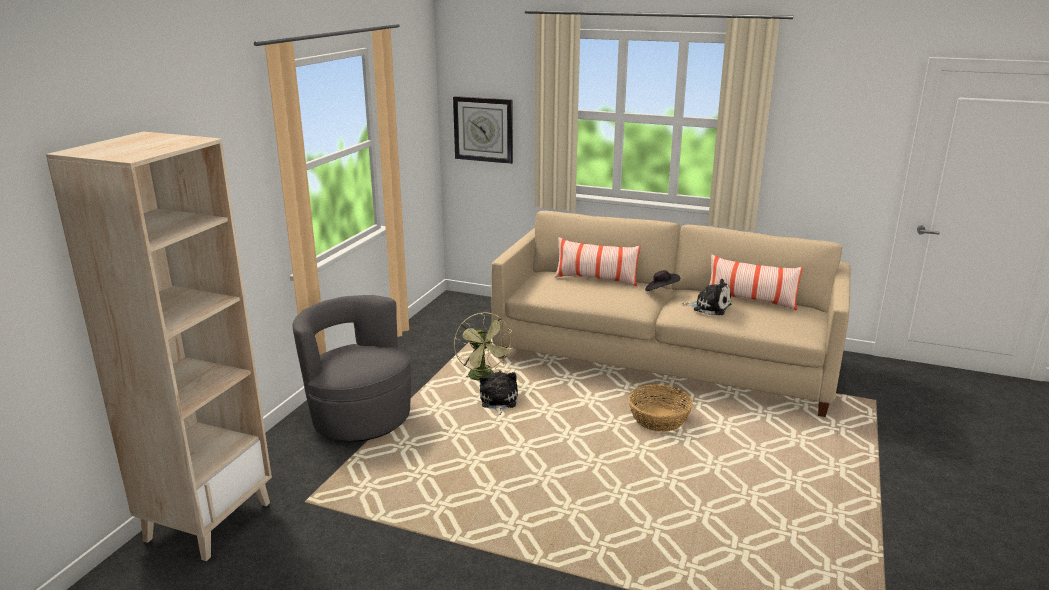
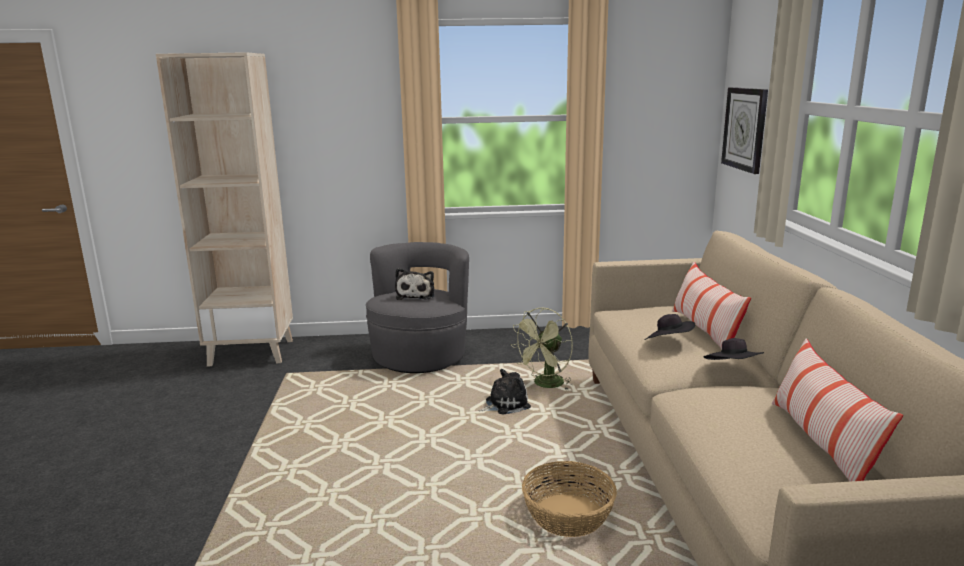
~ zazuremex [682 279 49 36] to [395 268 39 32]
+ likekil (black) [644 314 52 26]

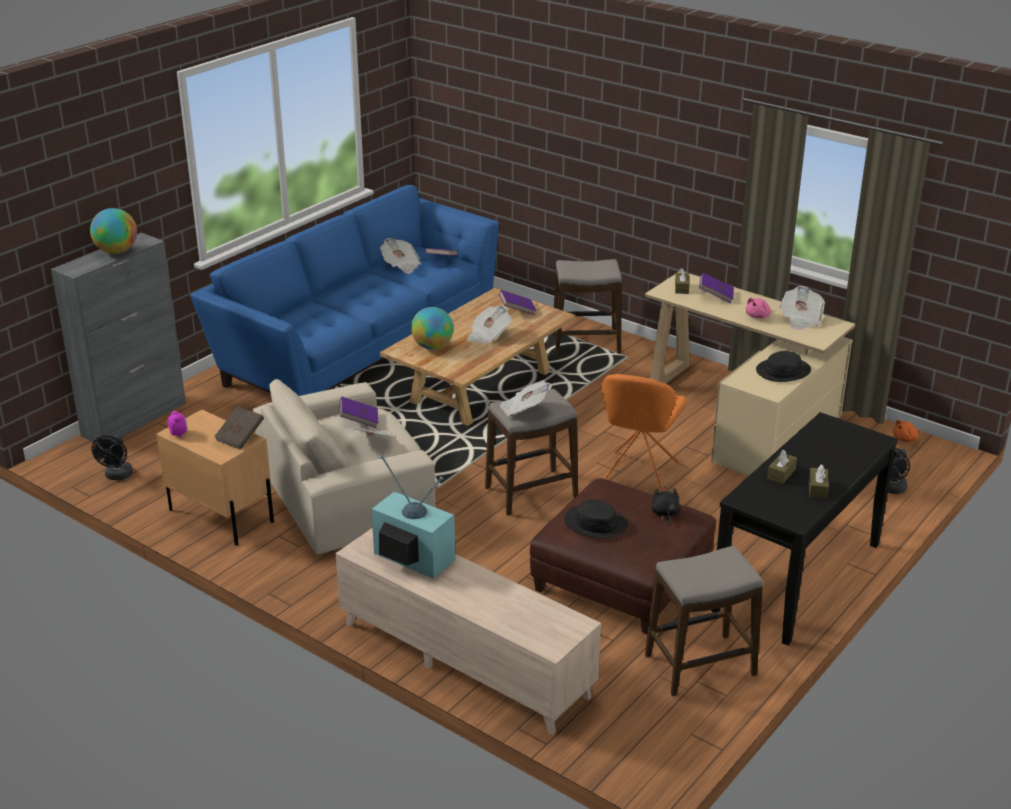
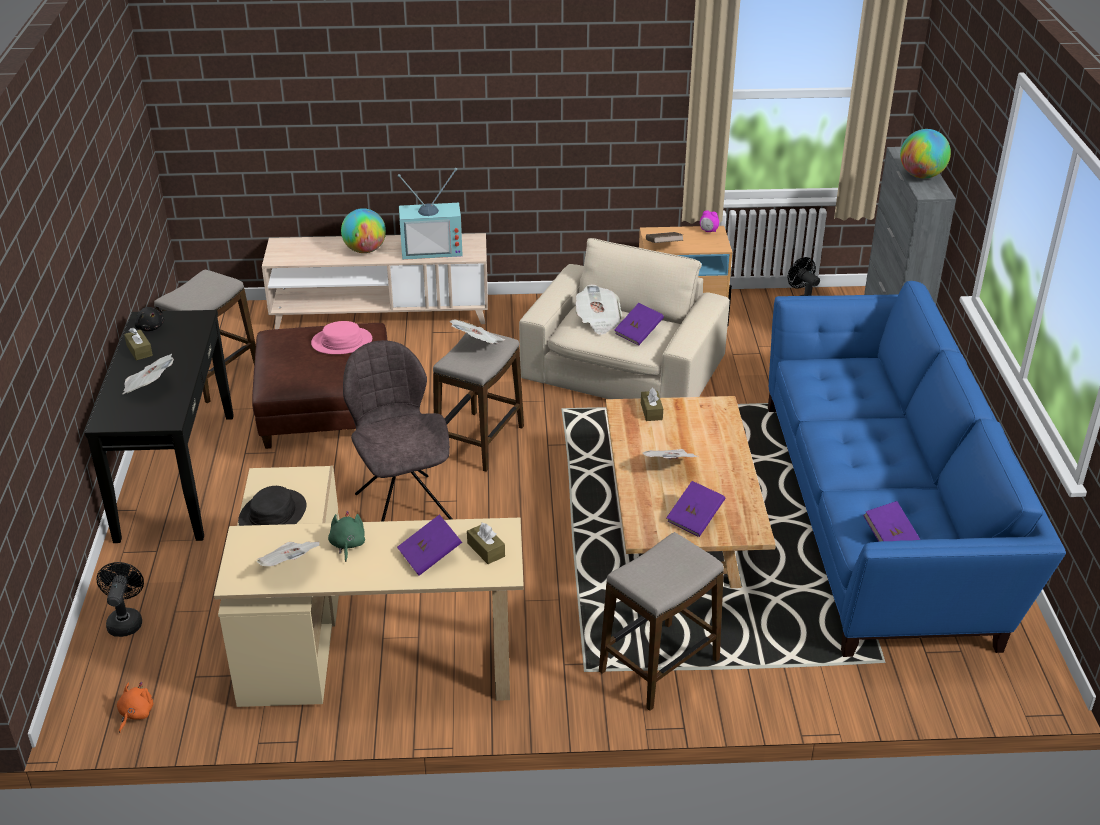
~ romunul [380 238 41 36] to [122 354 52 41]
~ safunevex [411 307 43 43] to [341 208 45 45]
~ likekil (black) [564 500 64 39] to likekil (pink) [311 321 61 33]
~ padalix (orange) [602 374 84 118] to padalix (grey) [343 340 109 182]
~ zazuremex (black) [651 486 30 40] to [134 306 30 25]
~ zazuremex (pink) [746 297 25 22] to zazuremex (green) [328 511 37 51]
~ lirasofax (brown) [767 450 30 34] to [641 388 22 33]

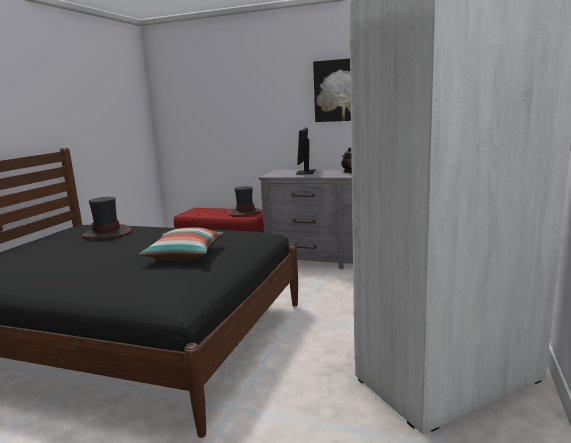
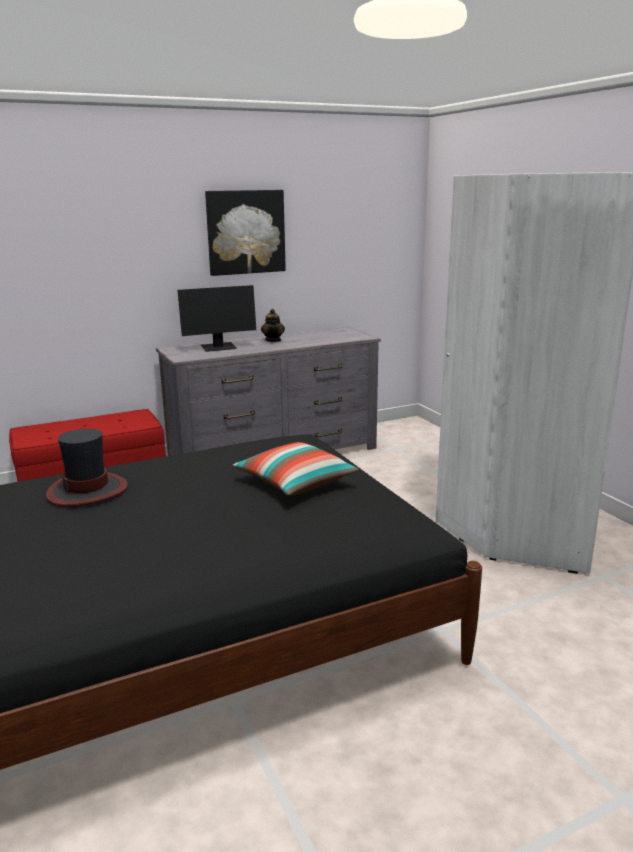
- likekil [229 186 33 31]
~ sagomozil [296 127 20 48] = [177 285 79 67] 75 degrees counterclockwise

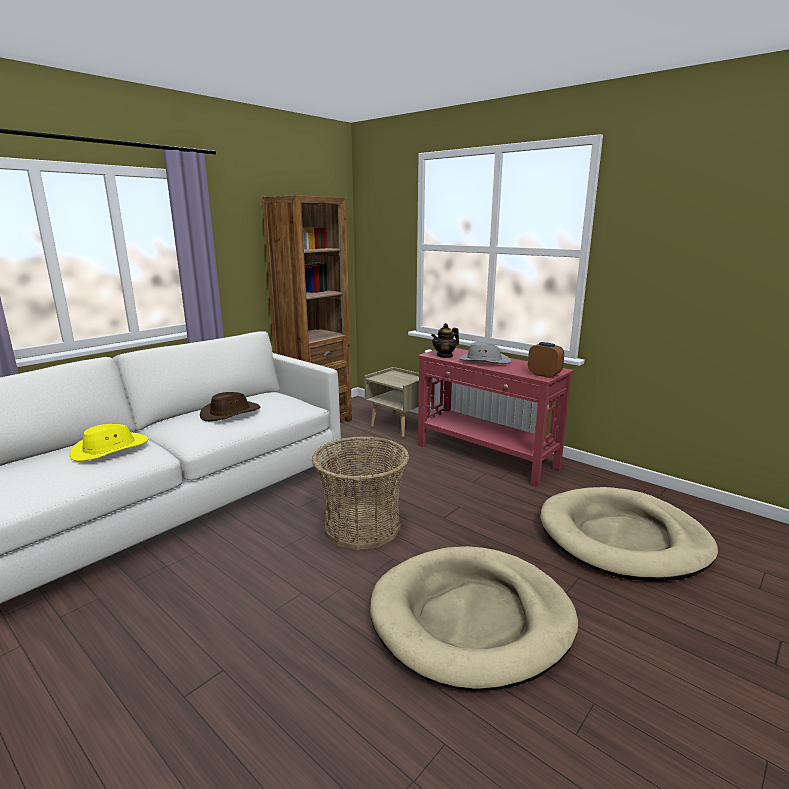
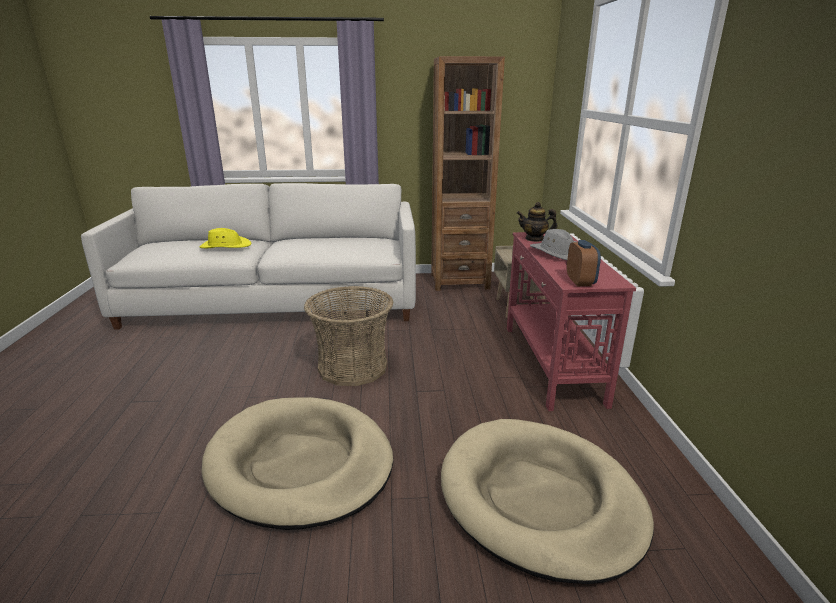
- likekil (brown) [200 392 60 29]

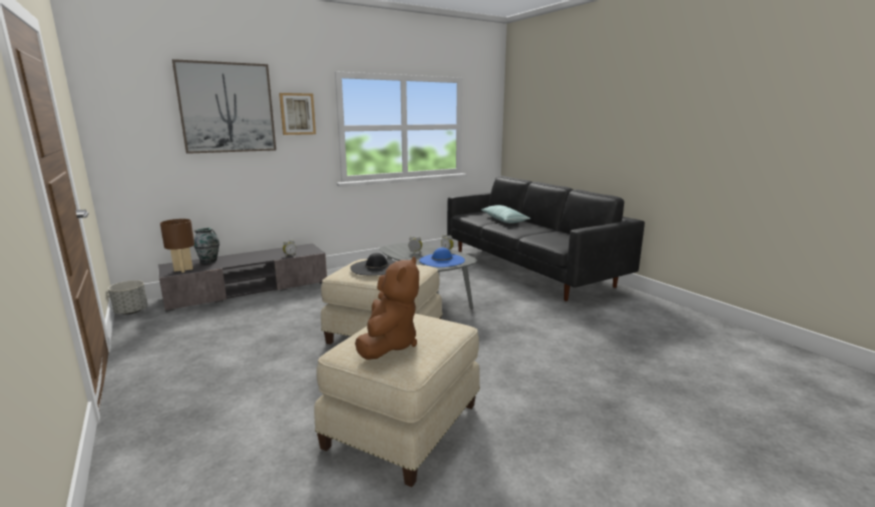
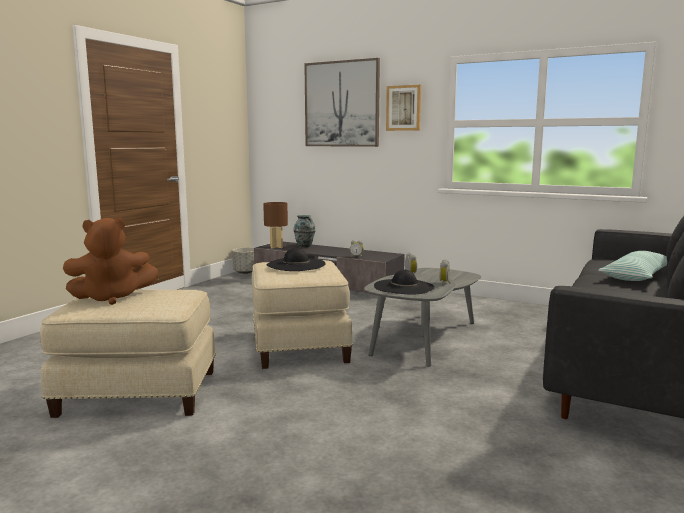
~ likekil (blue) [419 248 46 19] to likekil (black) [374 270 61 25]

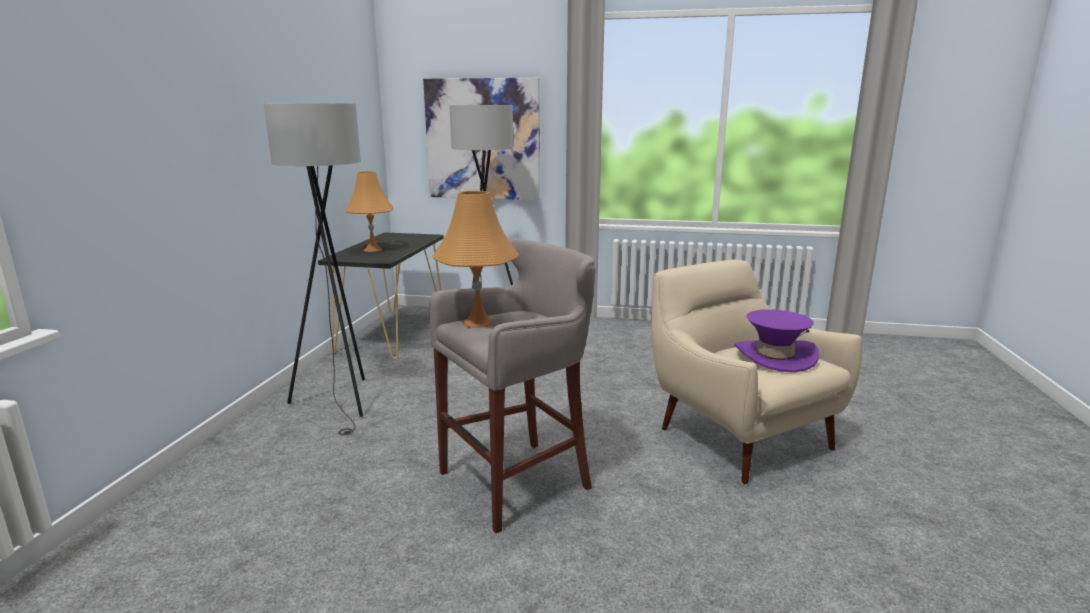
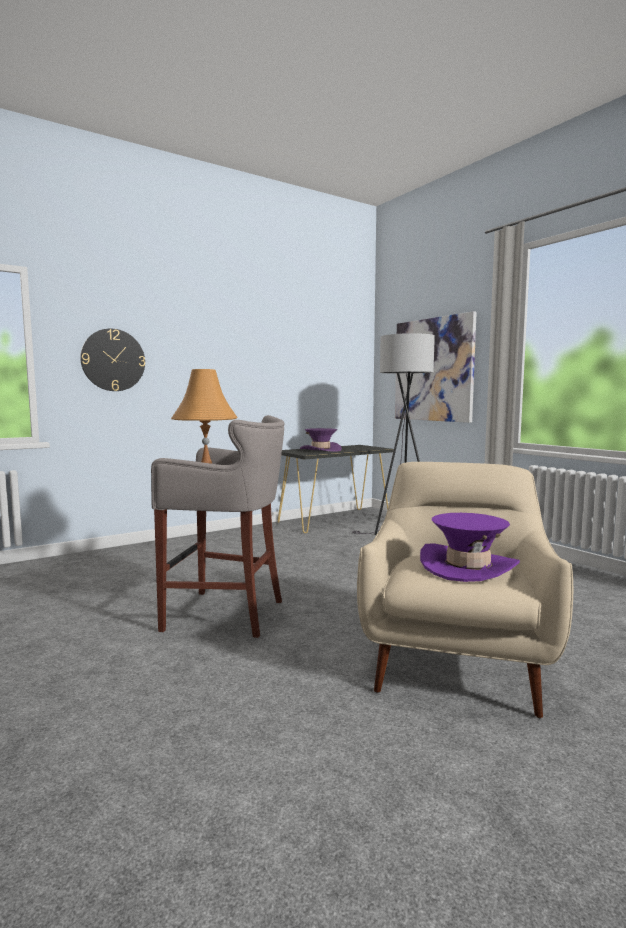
- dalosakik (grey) [264 103 101 332]
~ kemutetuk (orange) [345 171 48 81] to likekil (purple) [300 428 42 24]
+ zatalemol [80 329 65 62]

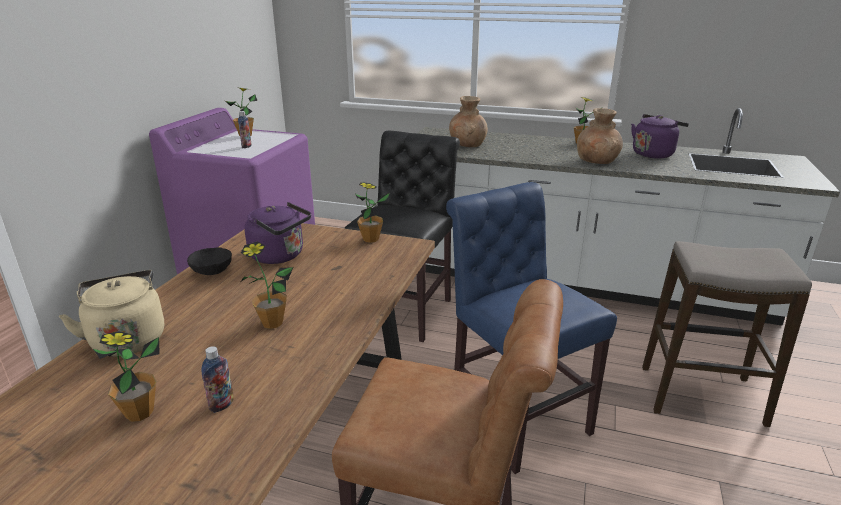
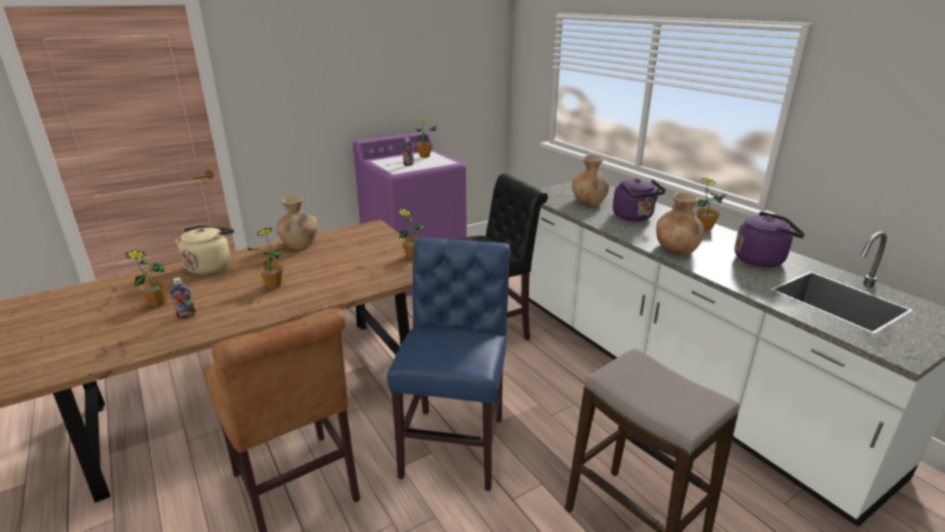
~ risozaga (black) [187 247 45 28] to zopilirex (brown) [276 196 42 54]
~ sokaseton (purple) [244 202 67 62] to [613 178 53 43]

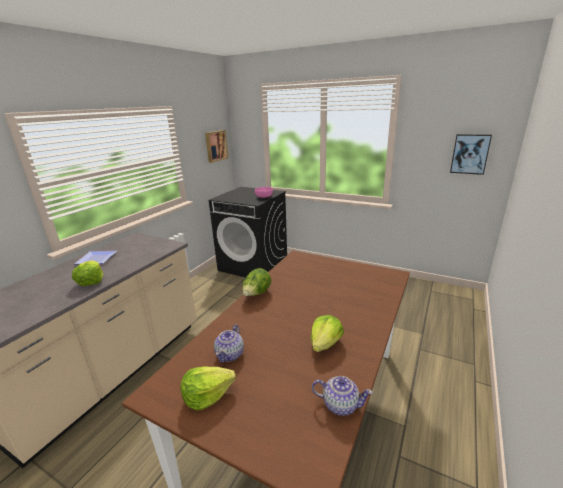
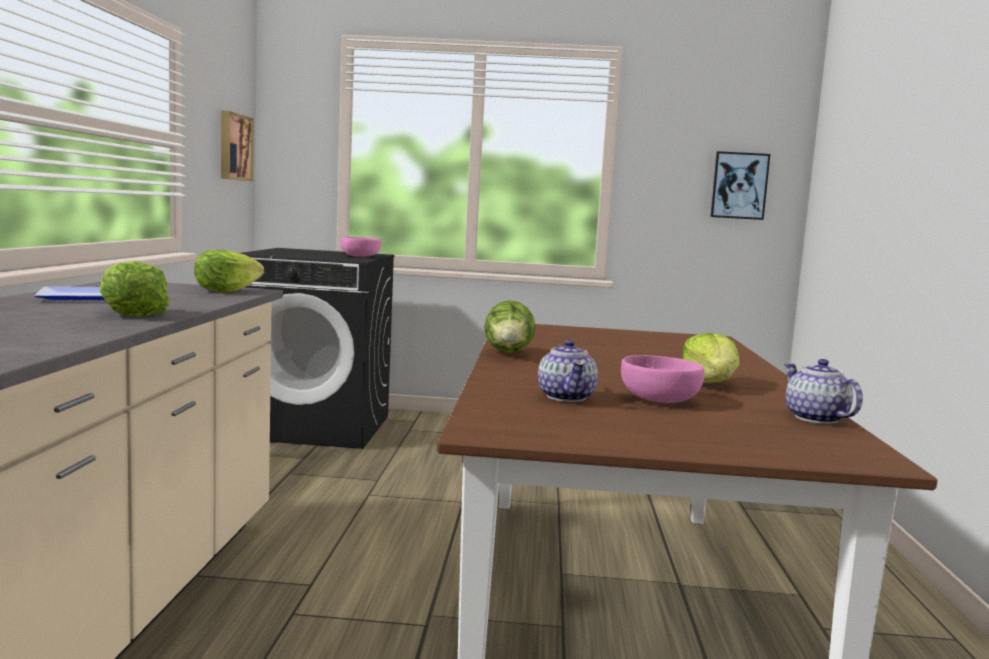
~ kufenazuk [181 366 55 45] to [194 250 70 42]
~ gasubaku [312 376 61 40] = [784 359 79 65] 105 degrees counterclockwise
+ risozaga (pink) [621 355 83 48]

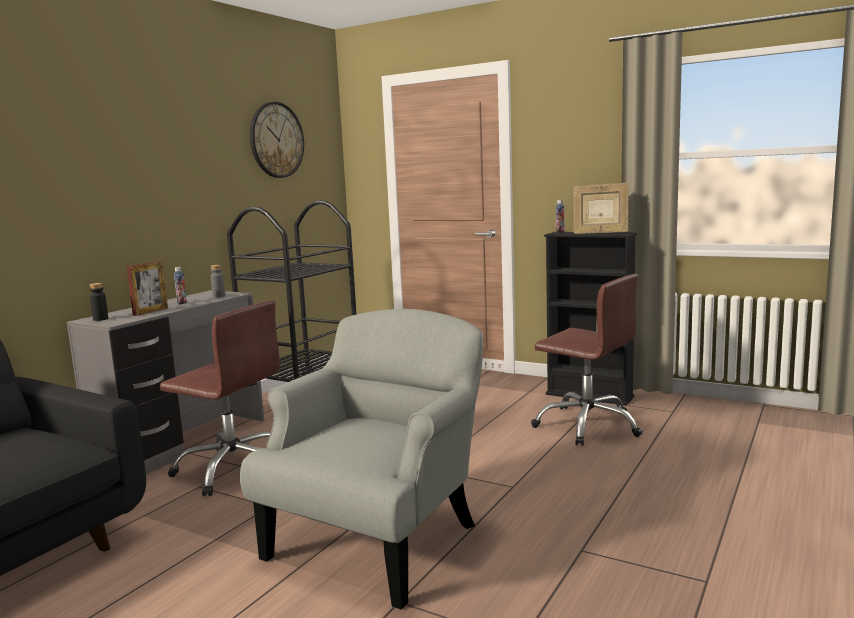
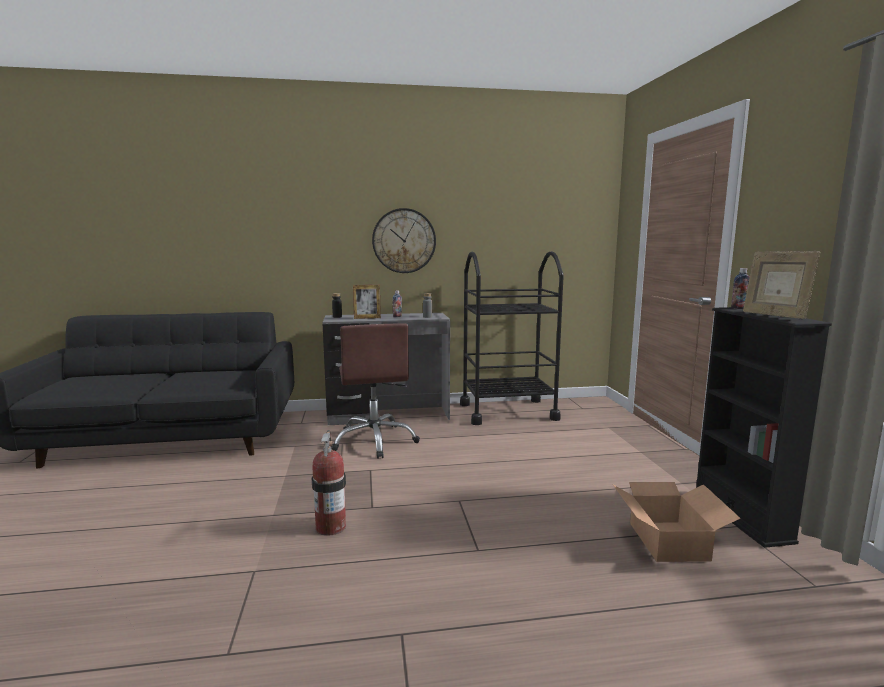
~ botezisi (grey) [240 309 243 301] to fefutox [312 430 34 106]
~ zatalemol [250 102 54 76] to [372 208 64 65]
~ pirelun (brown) [531 274 112 172] to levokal [613 482 128 80]

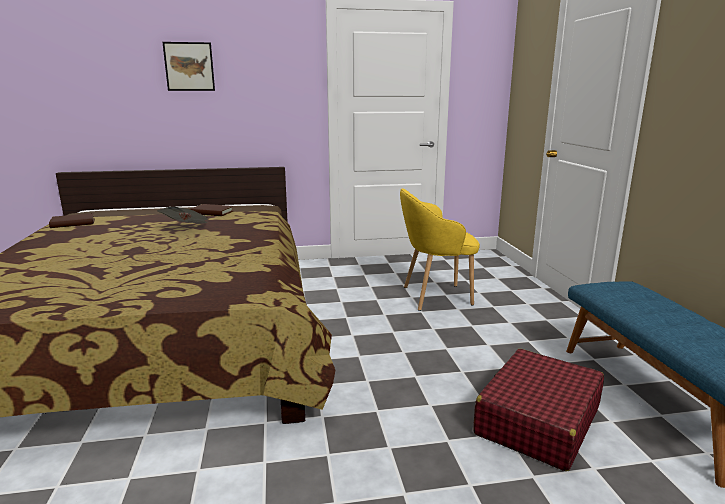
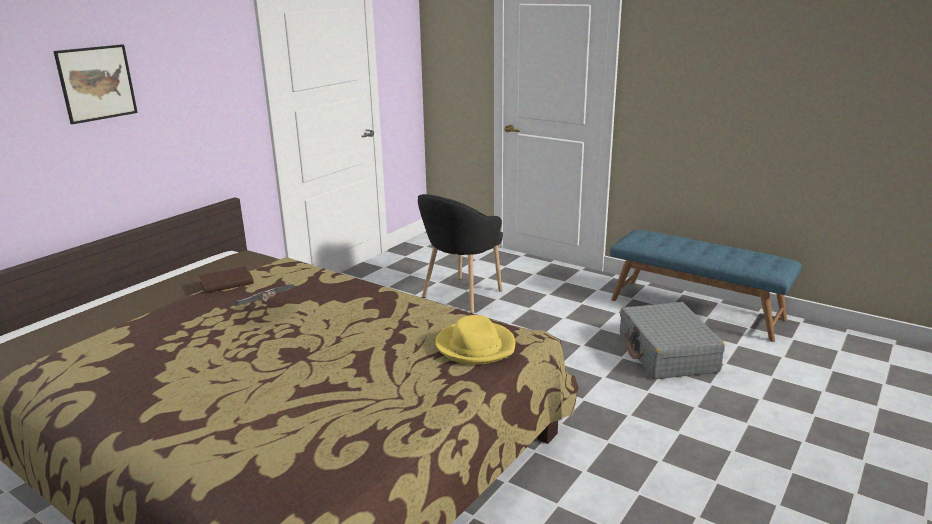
- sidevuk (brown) [49 213 46 15]
~ botezisi (yellow) [400 189 80 122] to botezisi (black) [418 194 85 119]
~ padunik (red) [473 349 131 122] to padunik (grey) [620 302 105 77]
+ likekil (yellow) [435 315 80 50]

